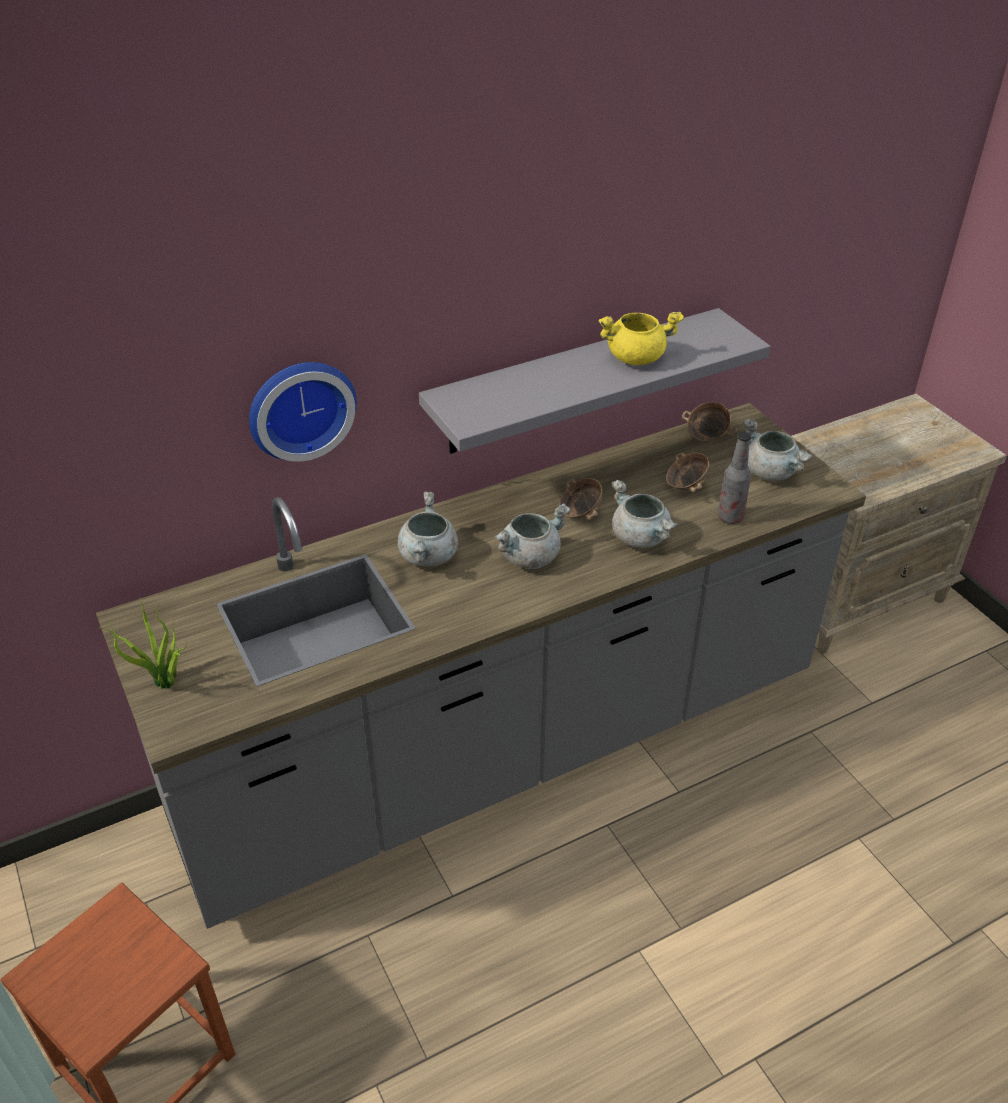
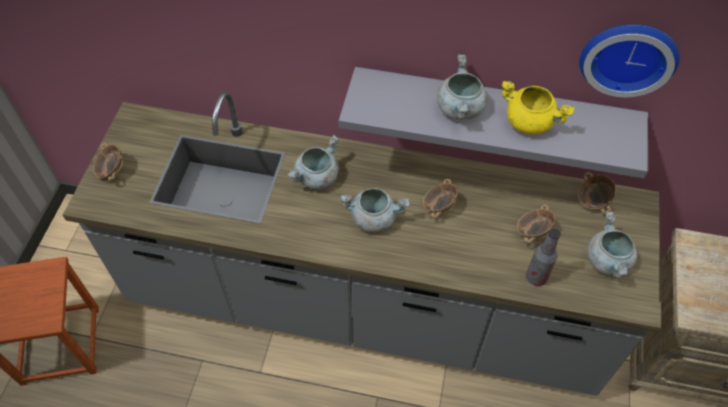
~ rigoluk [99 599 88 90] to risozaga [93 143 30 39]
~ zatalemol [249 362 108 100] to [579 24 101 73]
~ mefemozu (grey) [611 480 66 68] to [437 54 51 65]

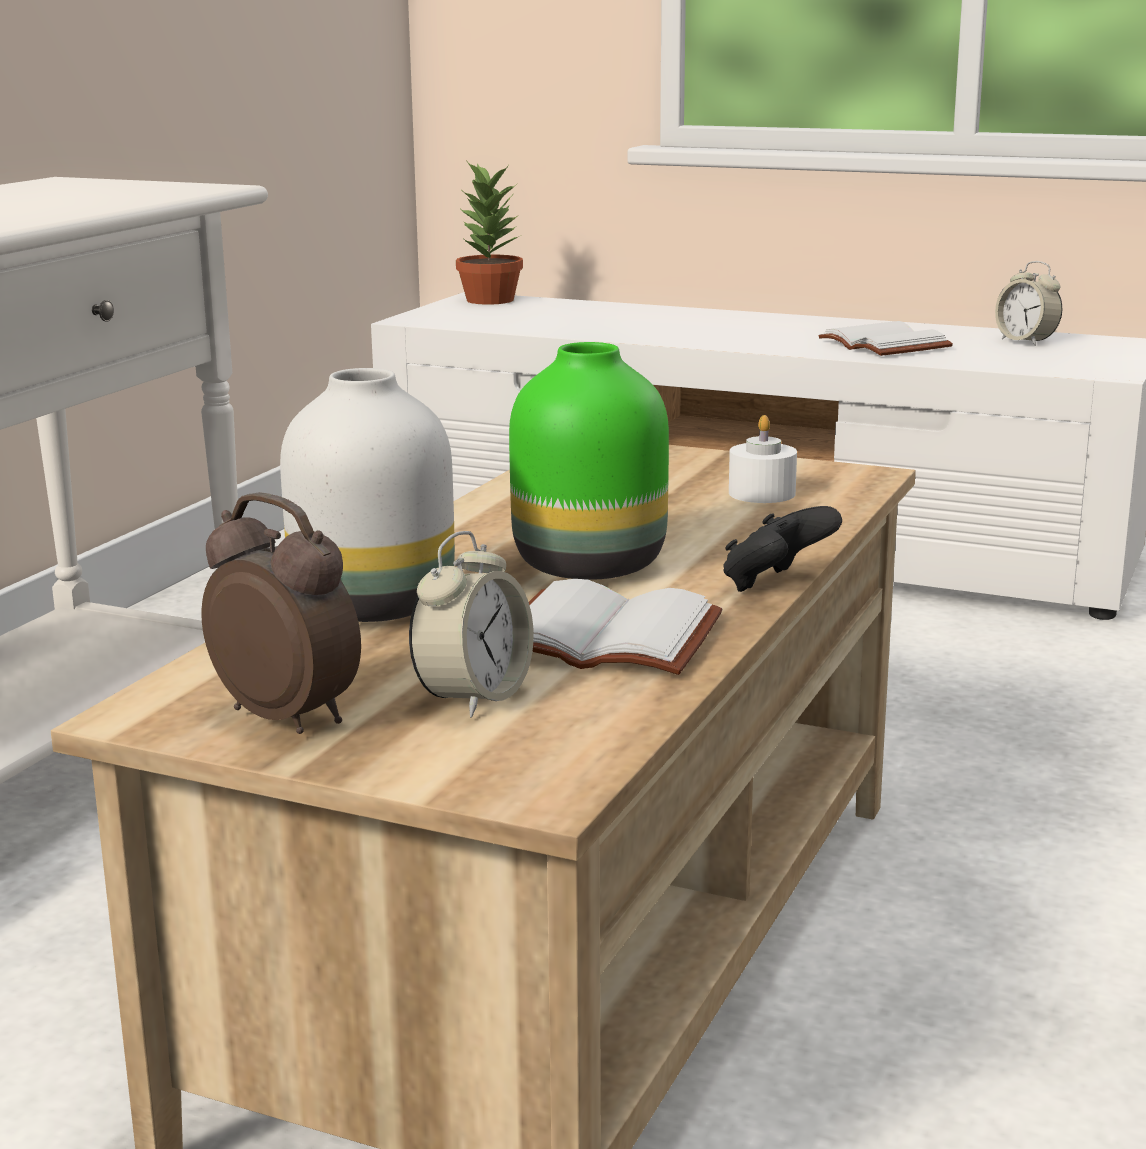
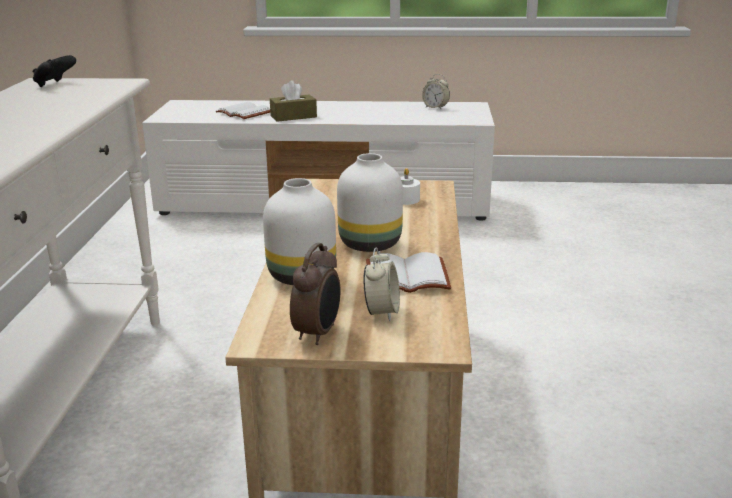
~ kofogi [201 492 160 242] = [290 243 50 102] 90 degrees clockwise
- rigoluk [456 160 67 145]
~ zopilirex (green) [509 342 160 238] to zopilirex (white) [337 153 66 99]
~ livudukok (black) [723 506 119 86] to [33 55 43 32]
~ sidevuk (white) [818 321 135 35] to [216 102 54 17]
+ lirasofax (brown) [270 80 47 42]

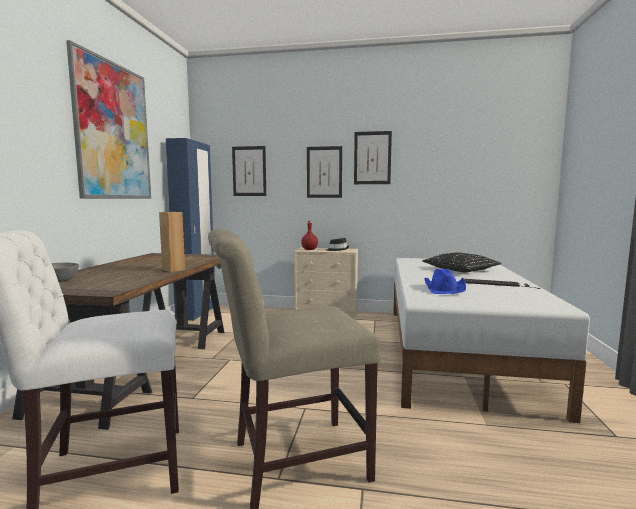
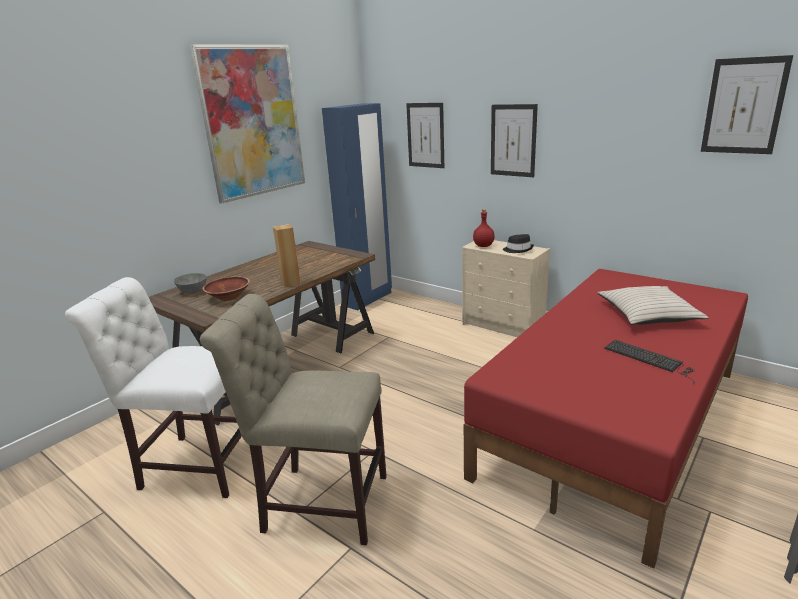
~ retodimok [354 131 38 53] to [701 55 92 99]
~ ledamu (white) [393 258 197 165] to ledamu (red) [464 269 284 300]
~ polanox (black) [422 252 80 20] to polanox (beige) [598 286 111 39]
- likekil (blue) [425 269 41 25]
+ risozaga (brown) [202 276 48 25]

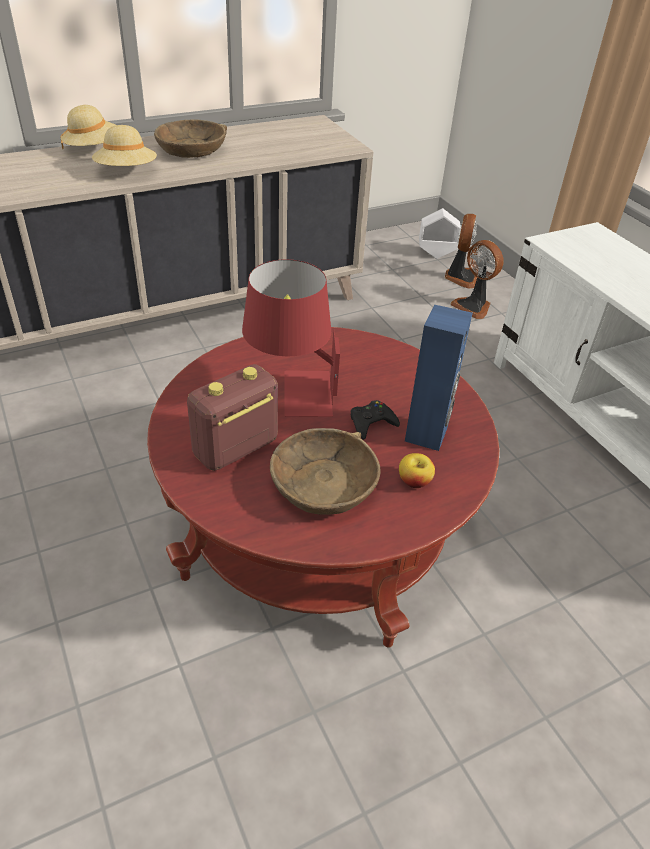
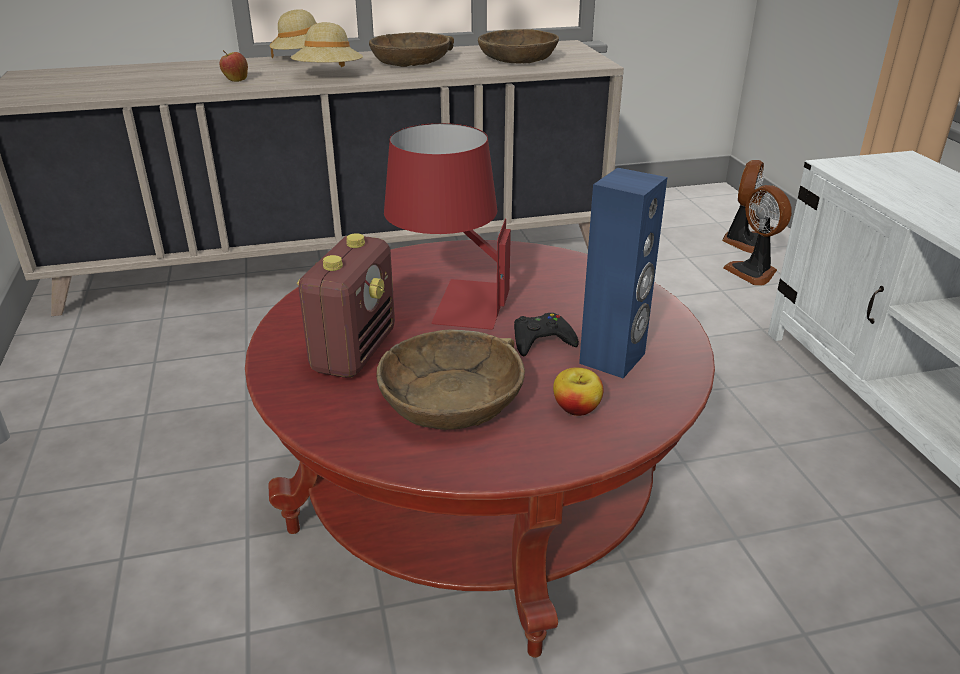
~ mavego [187 364 91 107] = [297 233 98 145] 135 degrees clockwise
- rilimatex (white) [419 208 42 51]
+ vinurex [220 50 28 32]
+ risozaga (brown) [478 29 81 34]

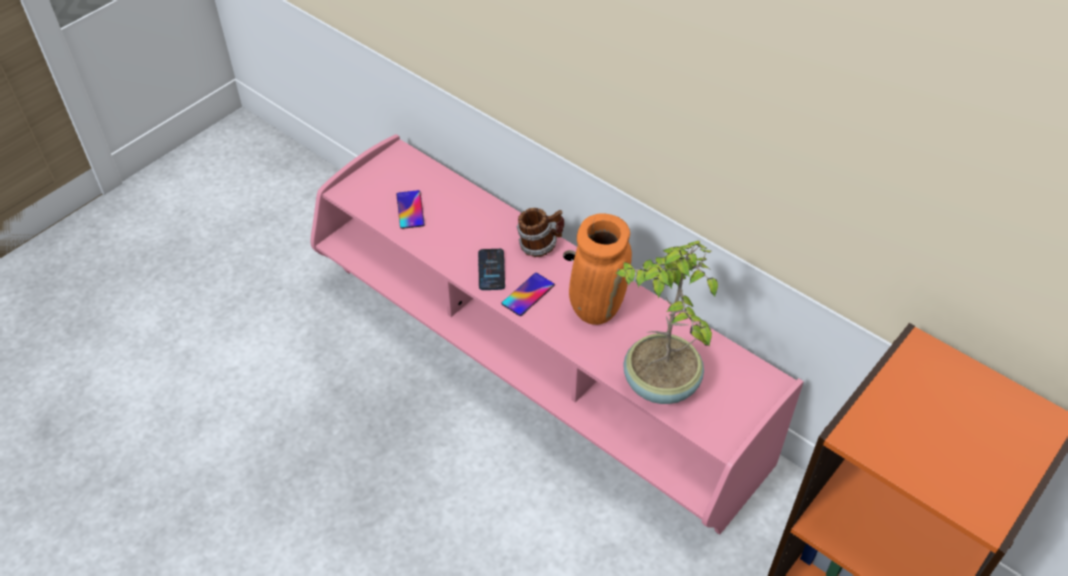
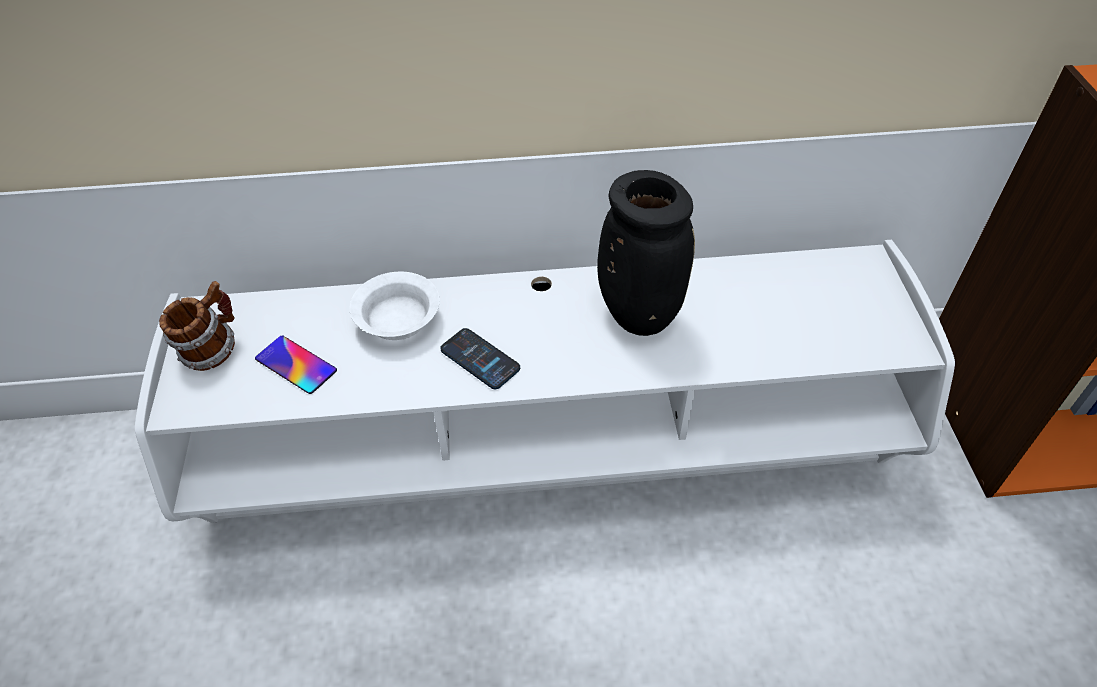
~ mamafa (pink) [310 134 494 401] to mamafa (white) [135 240 820 283]
- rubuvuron [502 273 53 43]
~ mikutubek [517 208 47 49] to [159 281 76 90]
~ zopilirex (orange) [569 213 63 112] to zopilirex (black) [597 170 98 166]
- rigoluk [616 241 102 163]
+ risozaga (white) [349 272 91 68]

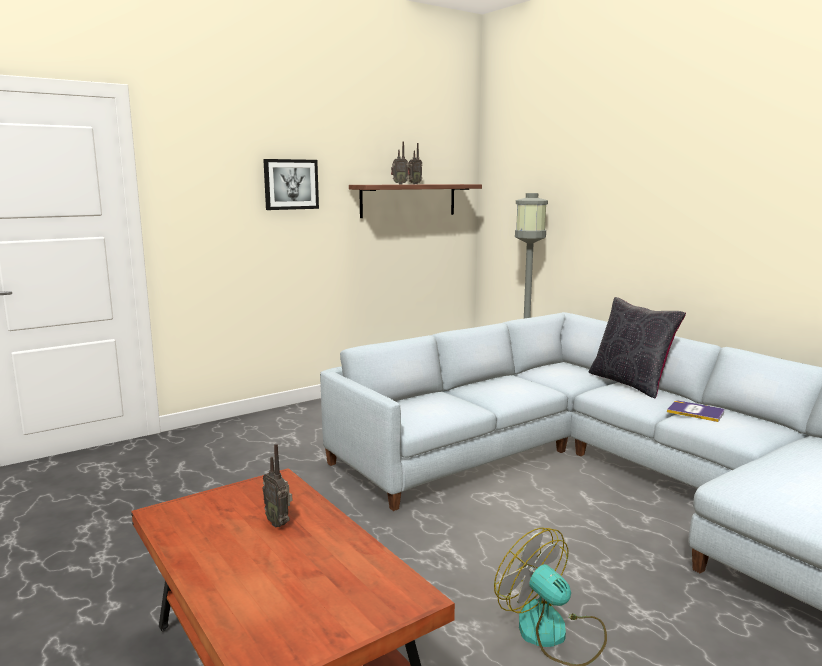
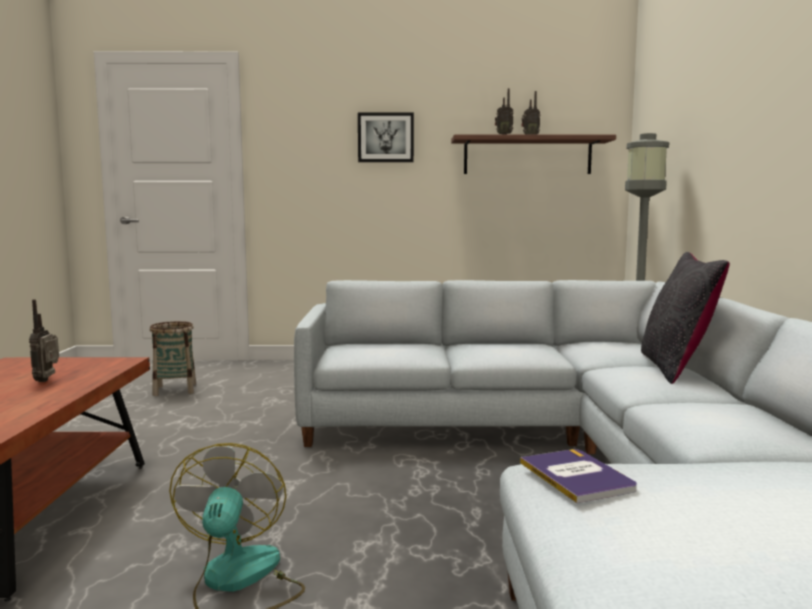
~ sidevuk [667 401 57 21] to [520 449 117 54]
+ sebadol [150 321 46 75]

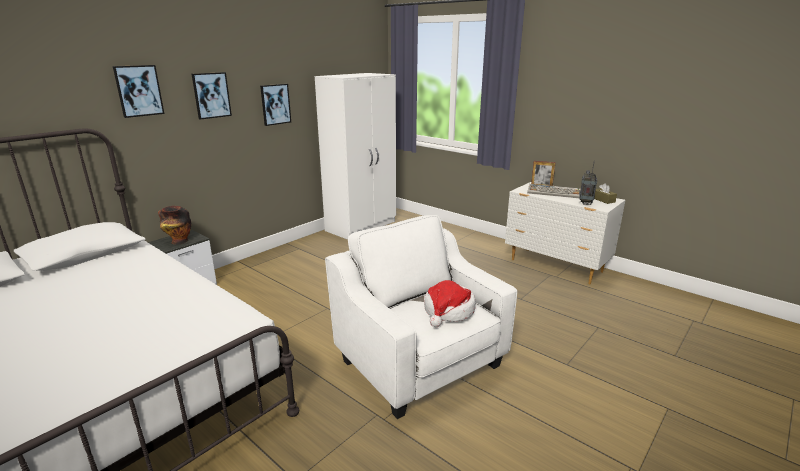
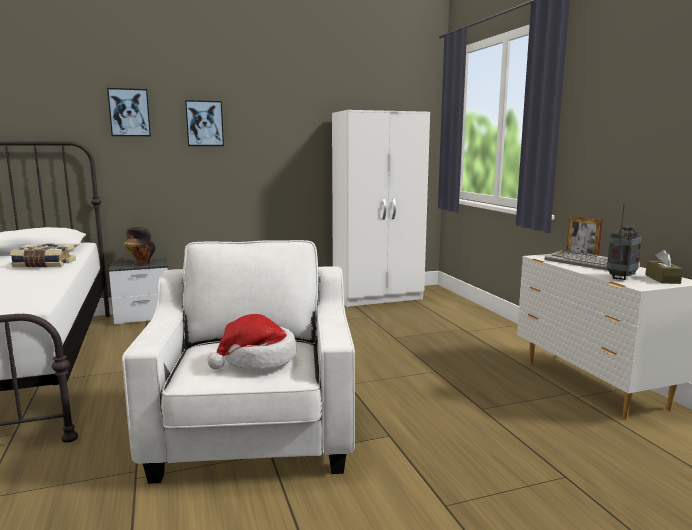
- retodimok [260 84 31 42]
+ sidevuk [10 244 66 24]

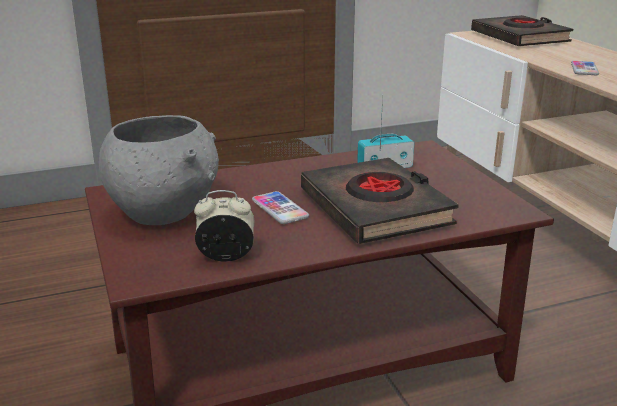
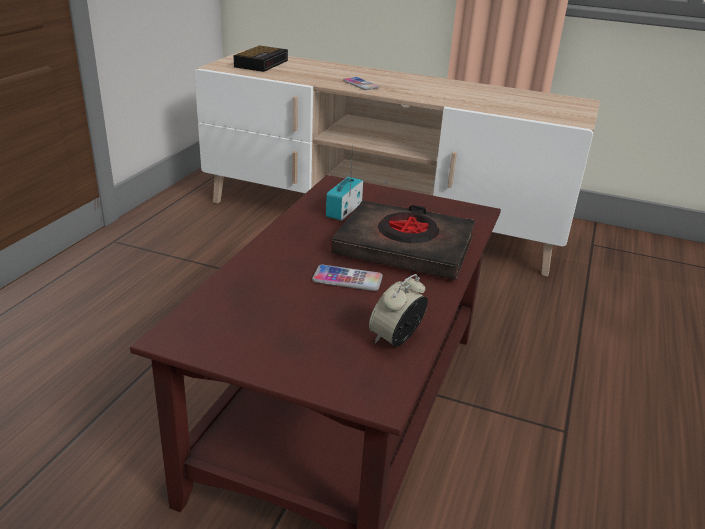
- risozaga (grey) [99 115 120 110]
~ sidevuk (black) [471 15 102 31] to kofogi [234 45 54 27]

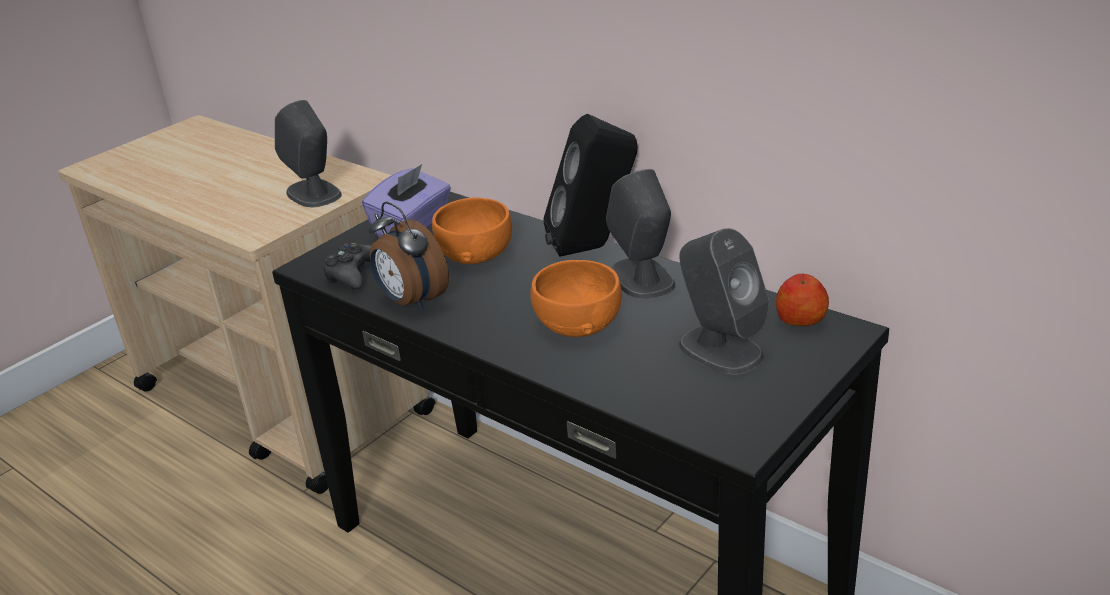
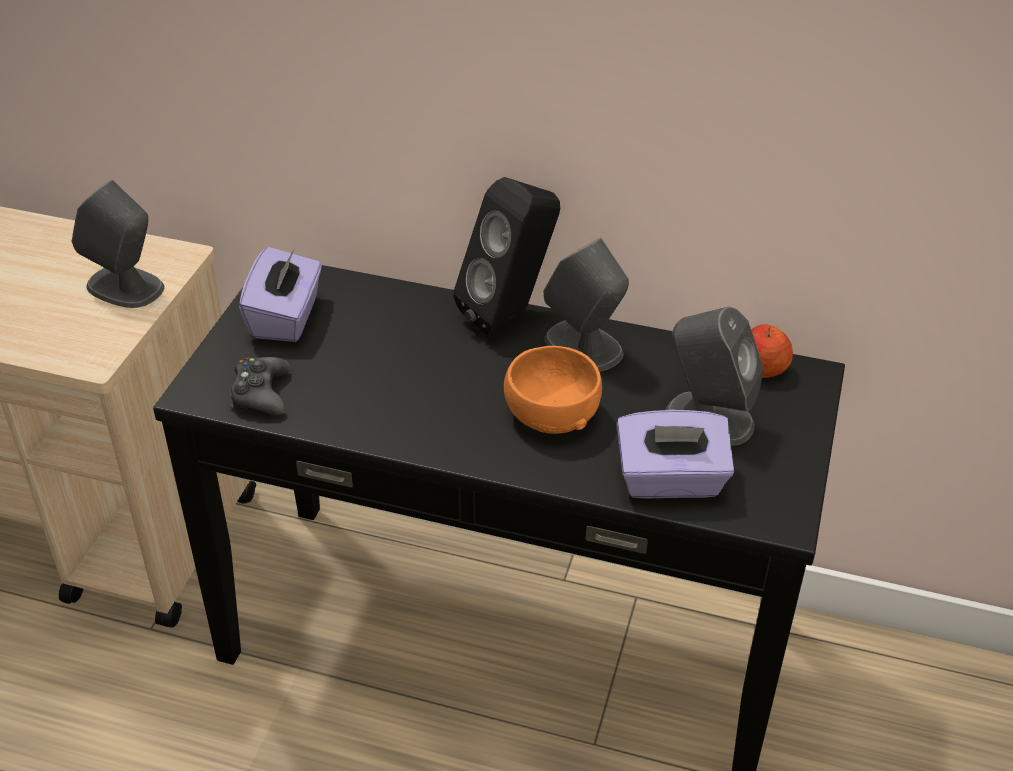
- kofogi [368 201 81 110]
- risozaga (orange) [432 197 80 67]
+ lirasofax (purple) [617 410 117 89]

